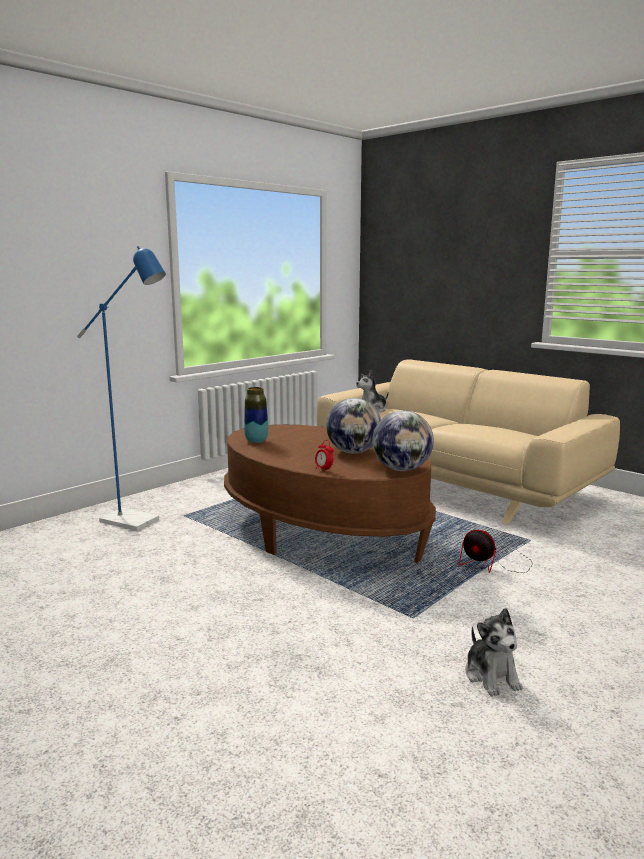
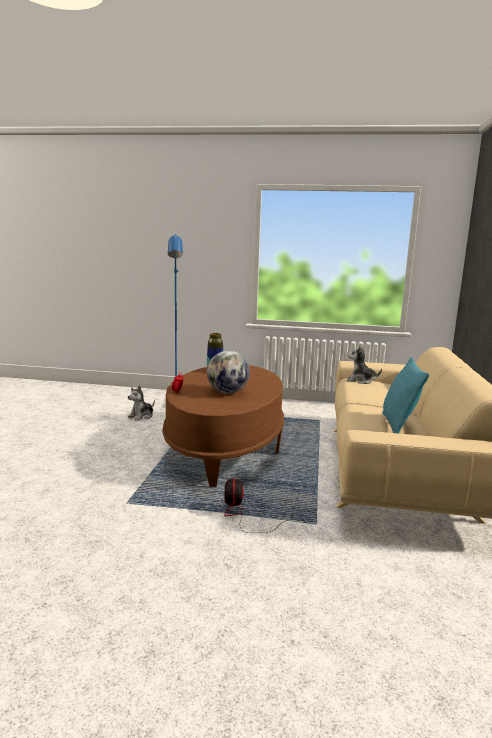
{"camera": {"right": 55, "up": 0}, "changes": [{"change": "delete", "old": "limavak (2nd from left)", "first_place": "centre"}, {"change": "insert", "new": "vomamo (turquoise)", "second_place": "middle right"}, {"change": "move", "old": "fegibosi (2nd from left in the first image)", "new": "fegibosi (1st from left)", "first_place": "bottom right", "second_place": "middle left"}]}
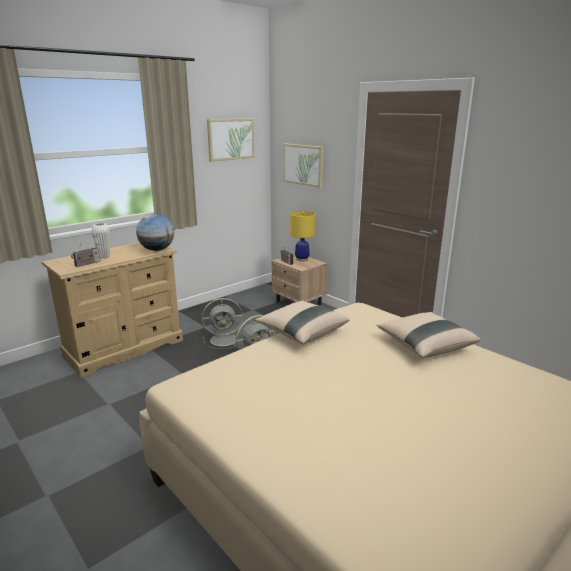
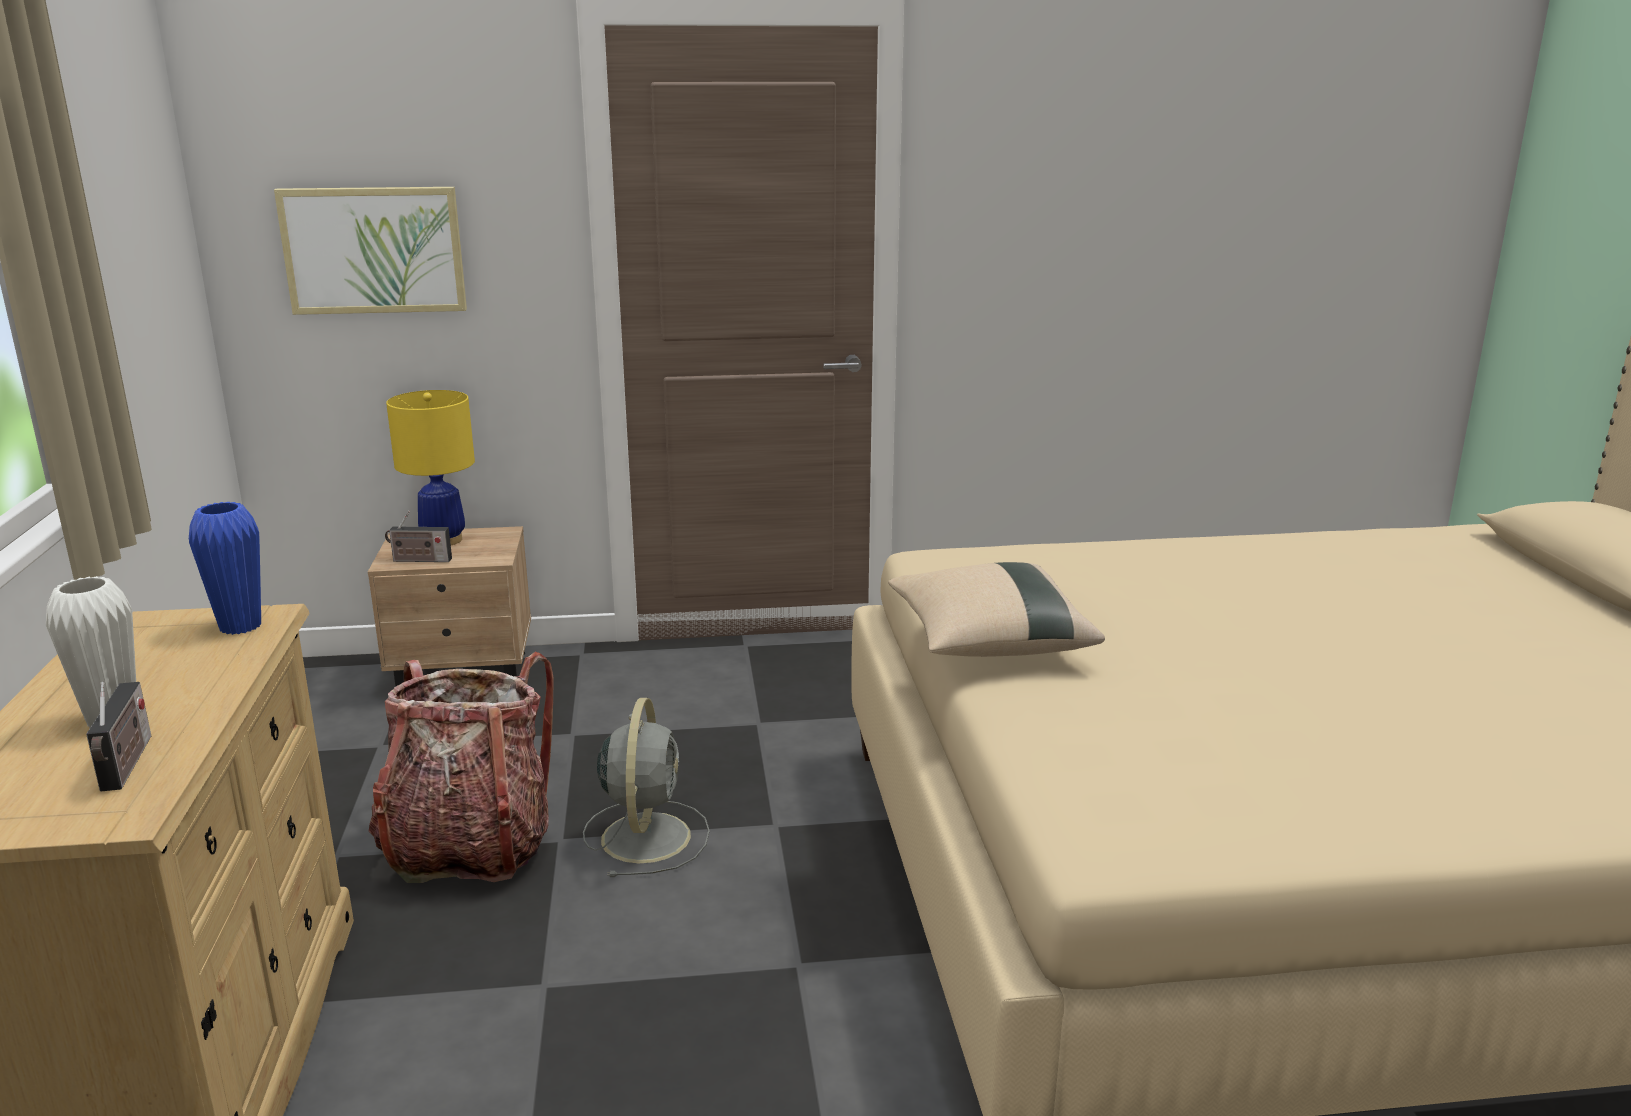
{"camera": {"right": -55, "up": 0}, "changes": [{"change": "delete", "old": "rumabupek (1st from left)", "first_place": "top centre"}, {"change": "delete", "old": "vomamo (beige) (2nd from left)", "first_place": "middle right"}, {"change": "replace", "old": "limavak", "new": "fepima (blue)", "first_place": "middle left", "second_place": "middle left"}, {"change": "replace", "old": "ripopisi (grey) (1st from left)", "new": "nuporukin", "first_place": "centre", "second_place": "bottom left"}]}
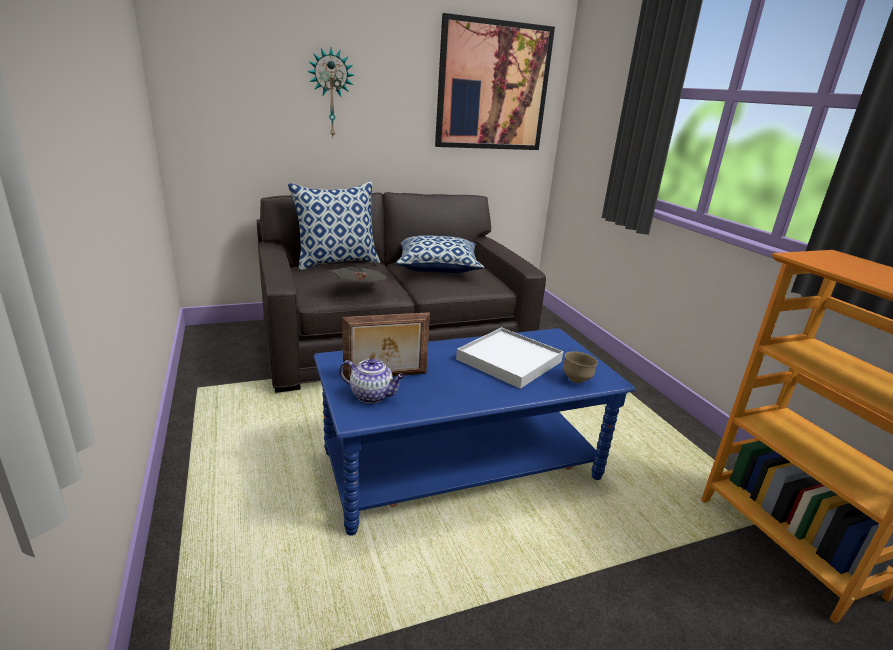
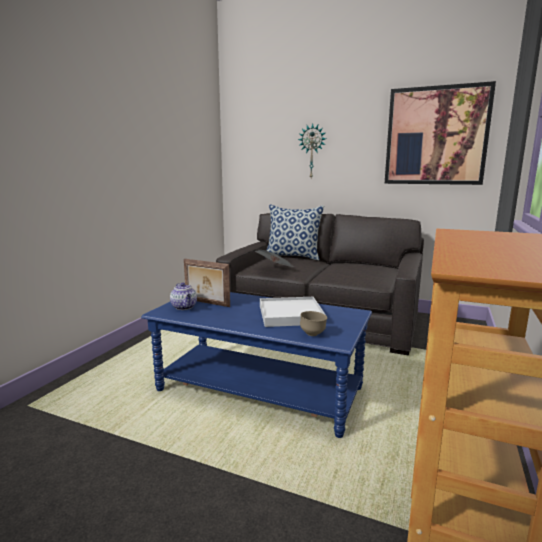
{"camera": {"right": 45, "up": -10}, "changes": [{"change": "delete", "old": "vomamo (2nd from left)", "first_place": "centre"}]}
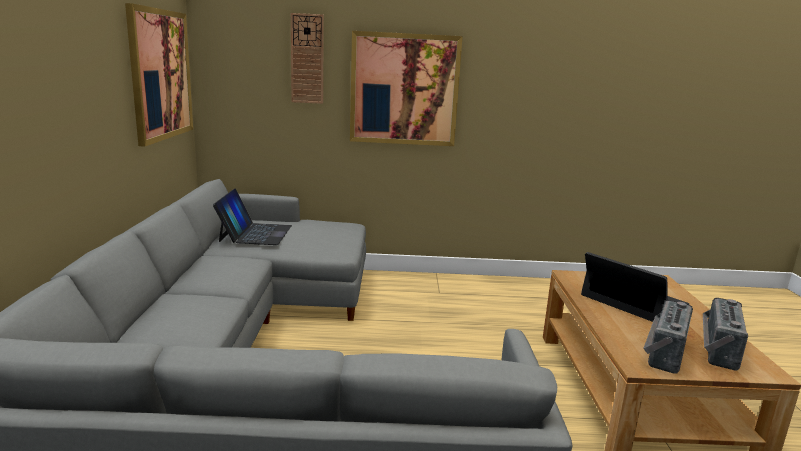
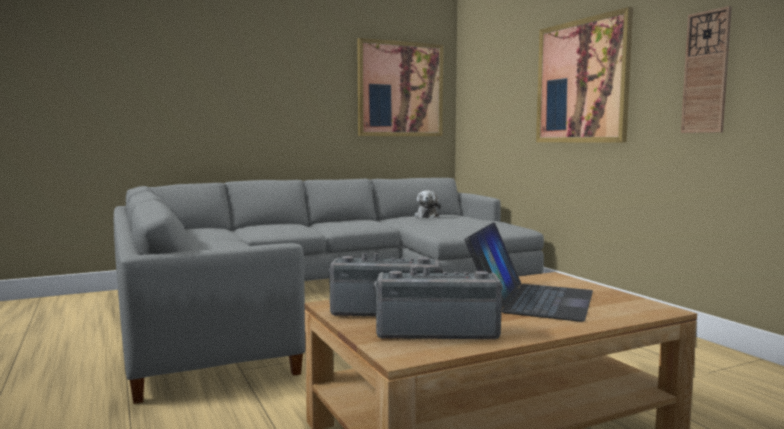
{"camera": {"right": 65, "up": -10}, "changes": [{"change": "move", "old": "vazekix", "first_place": "top centre", "second_place": "top right"}, {"change": "replace", "old": "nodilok (1st from left)", "new": "fegibosi", "first_place": "middle left", "second_place": "centre"}]}
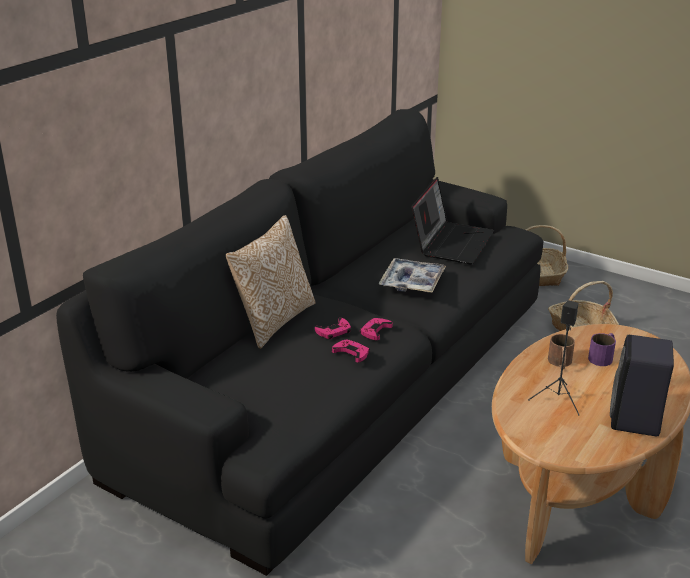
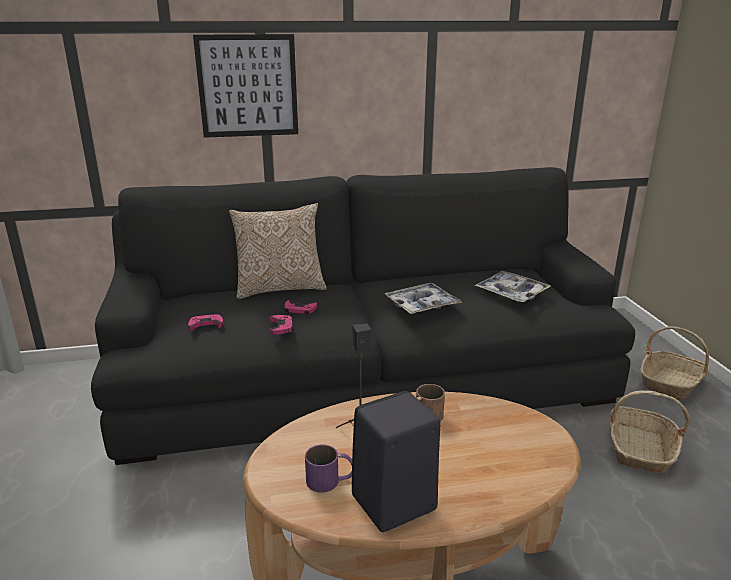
{"camera": {"right": 45, "up": -5}, "changes": [{"change": "insert", "new": "rumabupek", "second_place": "top centre"}, {"change": "move", "old": "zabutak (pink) (3rd from left in the first image)", "new": "zabutak (pink) (1st from left)", "first_place": "centre", "second_place": "middle left"}, {"change": "move", "old": "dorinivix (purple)", "first_place": "middle right", "second_place": "bottom centre"}, {"change": "replace", "old": "nodilok", "new": "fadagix (2nd from left)", "first_place": "centre", "second_place": "middle right"}]}
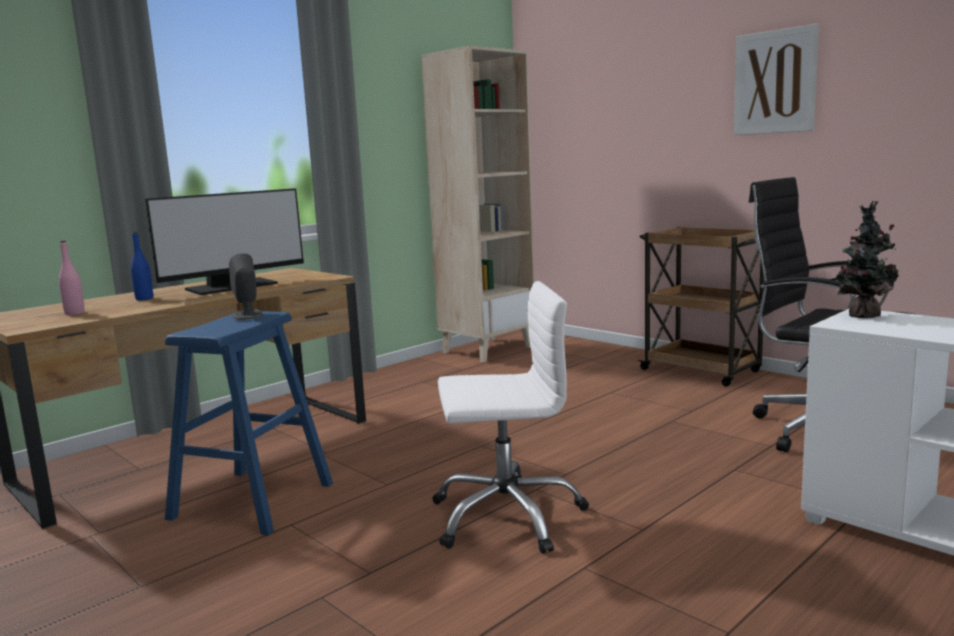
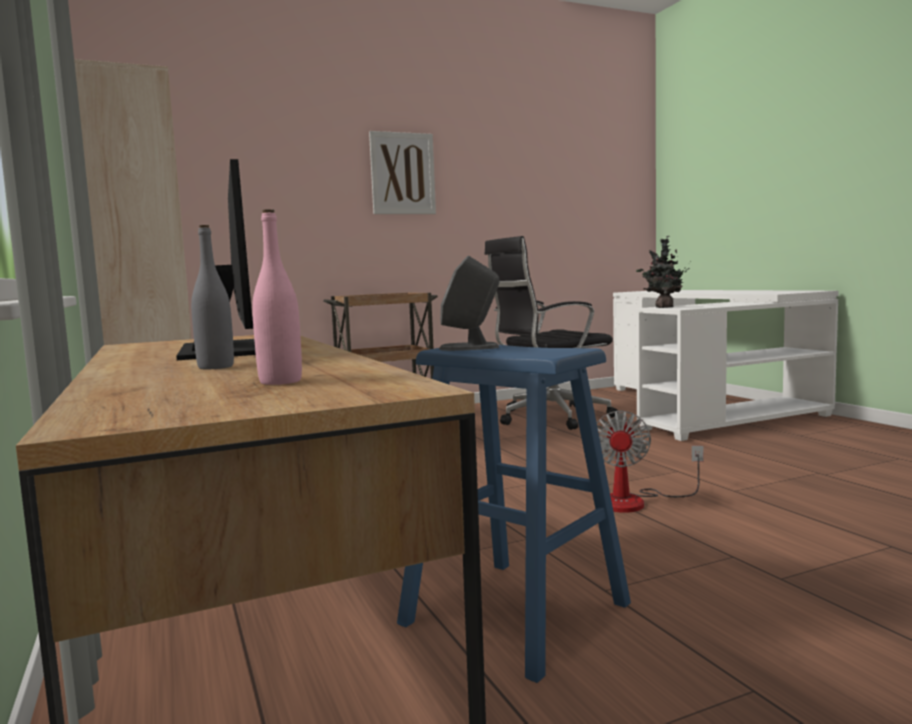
{"camera": {"right": -70, "up": -5}, "changes": [{"change": "replace", "old": "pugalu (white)", "new": "ripopisi", "first_place": "centre", "second_place": "middle right"}, {"change": "recolor", "old": "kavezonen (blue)", "new": "kavezonen (grey)", "first_place": "middle left", "second_place": "middle left"}]}
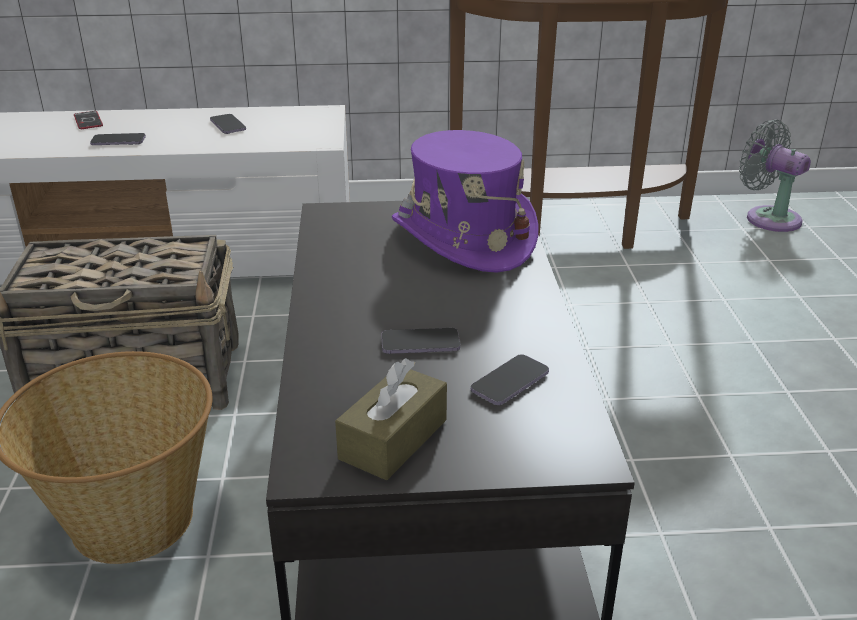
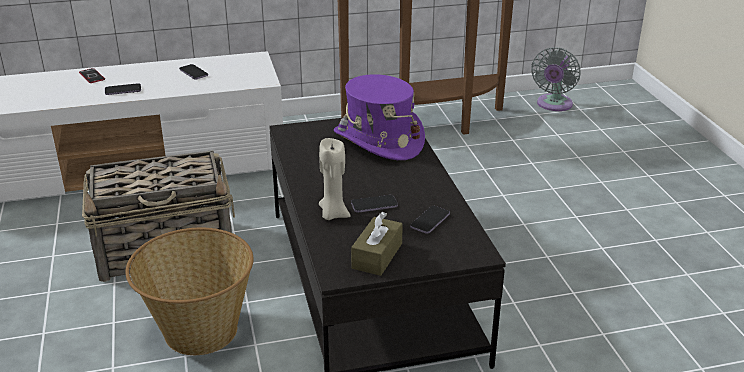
{"camera": {"right": -10, "up": 0}, "changes": [{"change": "insert", "new": "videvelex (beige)", "second_place": "centre"}, {"change": "rotate", "old": "ripopisi (grey)", "first_place": "top right", "second_place": "top right", "degrees": -105}]}
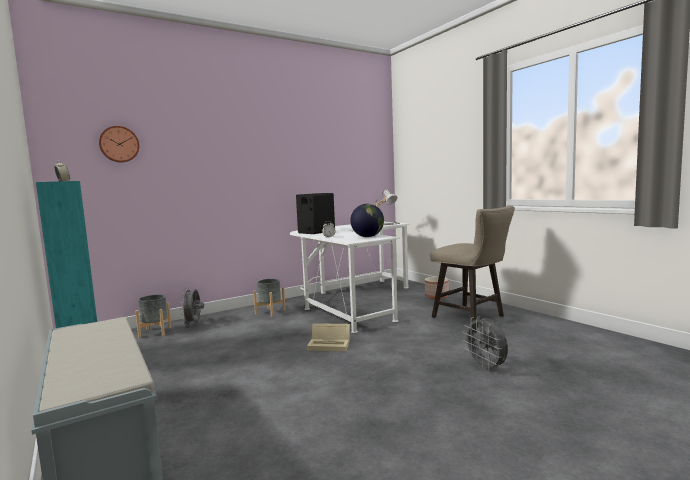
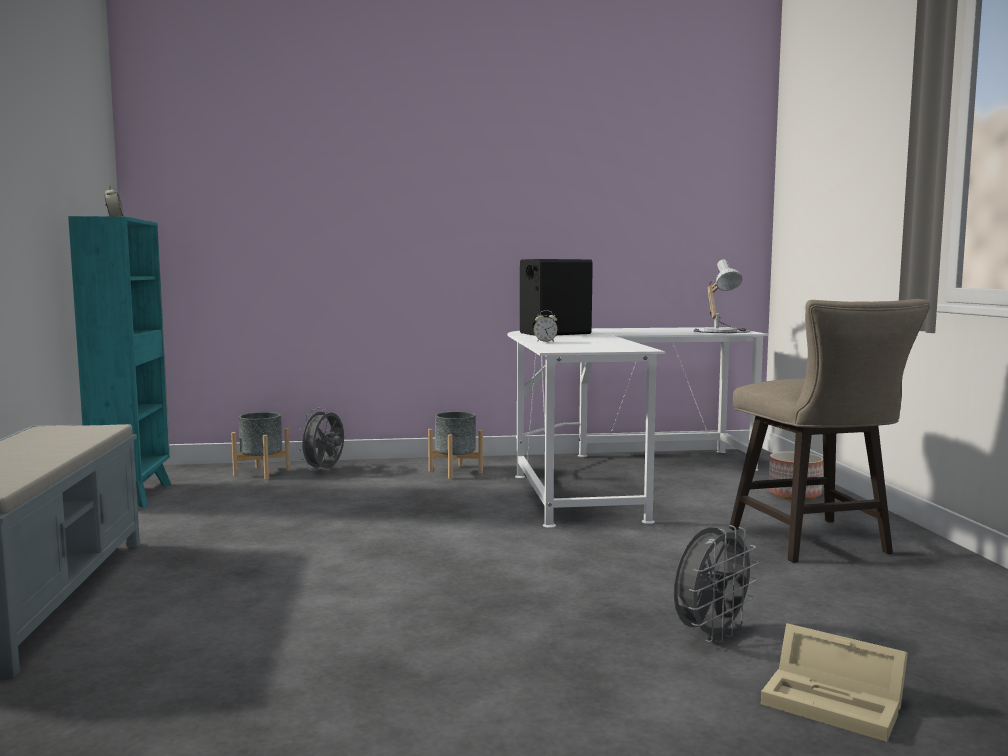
{"camera": {"right": 25, "up": 0}, "changes": [{"change": "delete", "old": "vazekix", "first_place": "top left"}, {"change": "delete", "old": "limavak", "first_place": "centre"}, {"change": "move", "old": "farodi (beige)", "first_place": "bottom centre", "second_place": "bottom right"}, {"change": "rotate", "old": "ripopisi (grey) (2nd from left)", "first_place": "bottom right", "second_place": "bottom right", "degrees": -135}]}
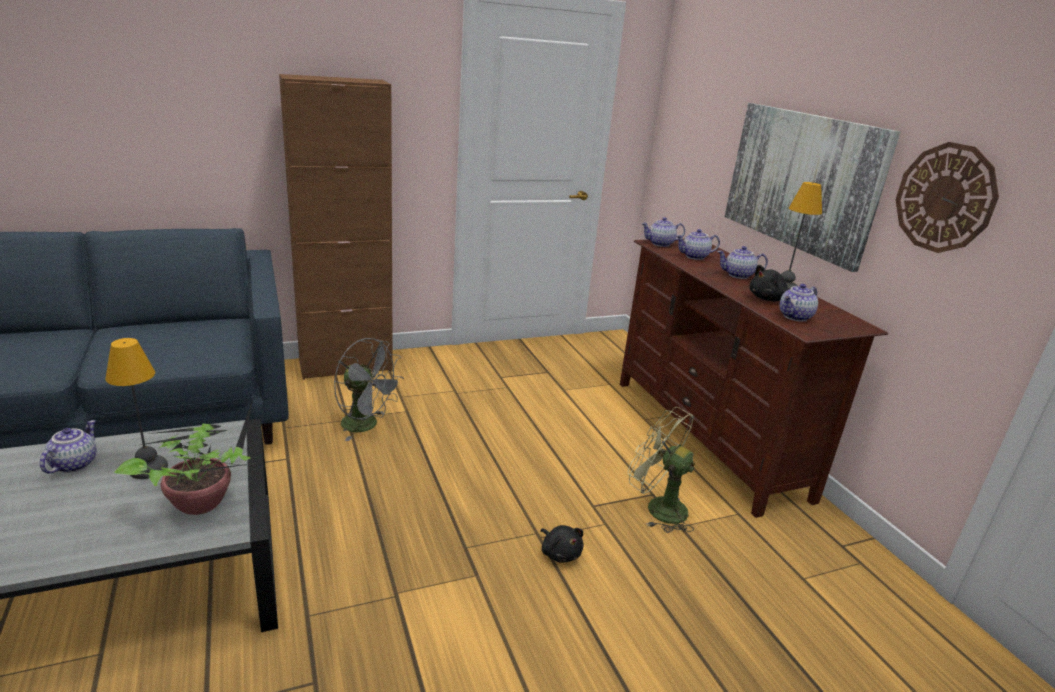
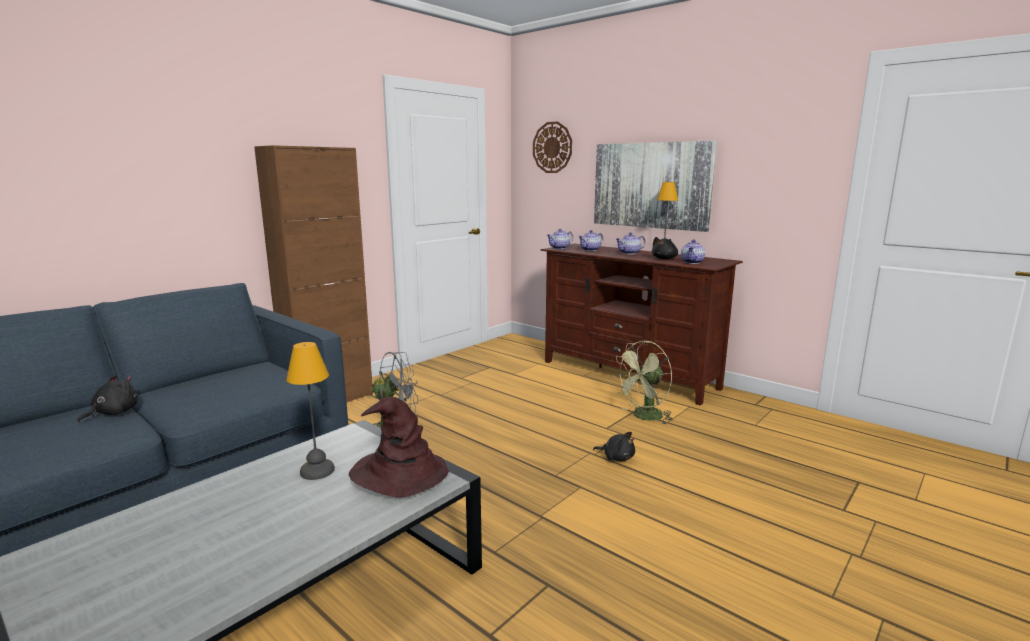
{"camera": {"right": -25, "up": -10}, "changes": [{"change": "delete", "old": "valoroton (1st from left)", "first_place": "middle left"}, {"change": "insert", "new": "fegibosi (black) (1st from left)", "second_place": "middle left"}, {"change": "move", "old": "vazekix", "first_place": "top right", "second_place": "top centre"}, {"change": "replace", "old": "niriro", "new": "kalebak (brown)", "first_place": "middle left", "second_place": "bottom centre"}, {"change": "rotate", "old": "ripopisi (green)", "first_place": "bottom centre", "second_place": "centre", "degrees": -45}]}
